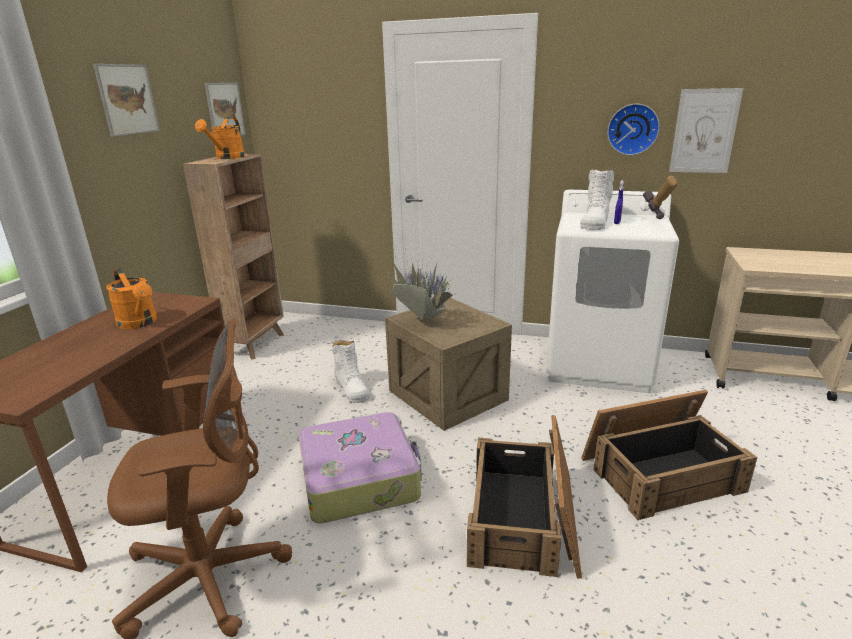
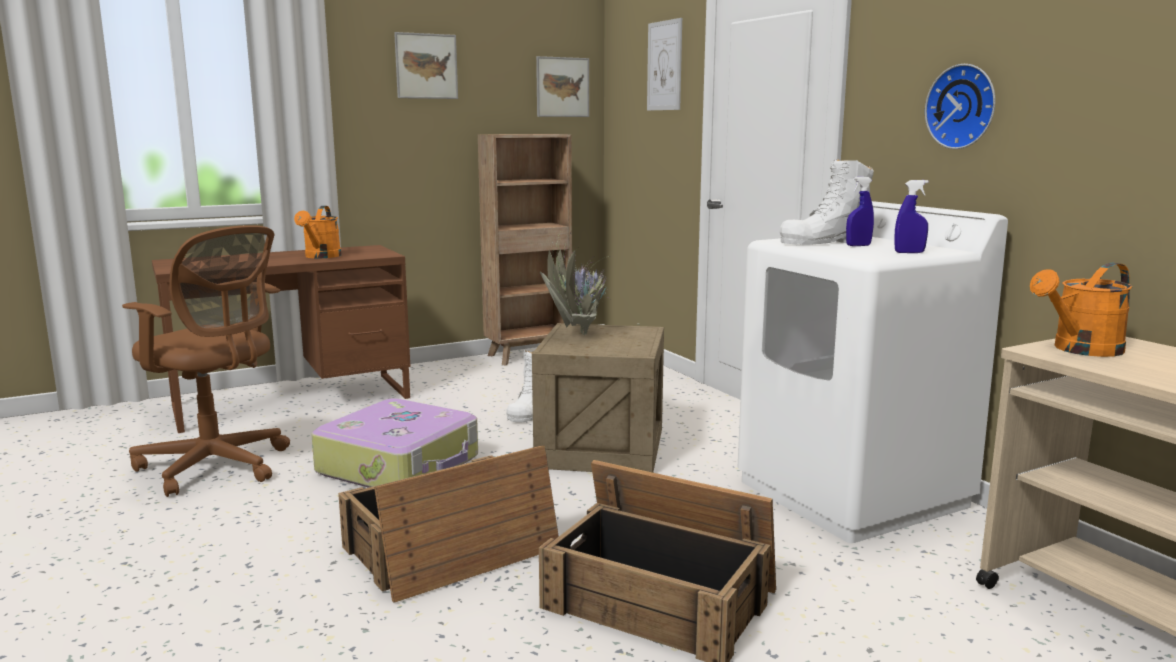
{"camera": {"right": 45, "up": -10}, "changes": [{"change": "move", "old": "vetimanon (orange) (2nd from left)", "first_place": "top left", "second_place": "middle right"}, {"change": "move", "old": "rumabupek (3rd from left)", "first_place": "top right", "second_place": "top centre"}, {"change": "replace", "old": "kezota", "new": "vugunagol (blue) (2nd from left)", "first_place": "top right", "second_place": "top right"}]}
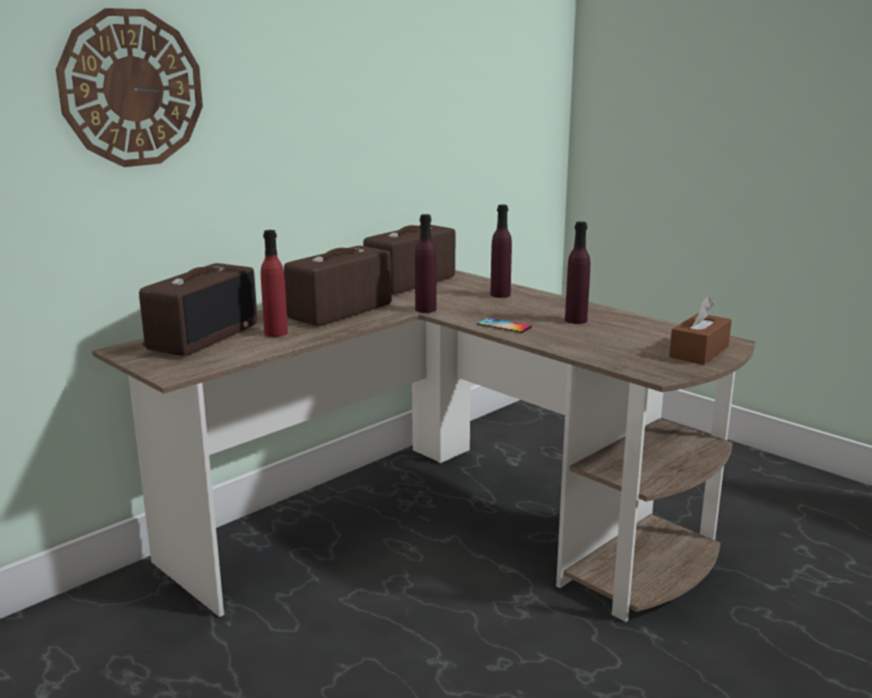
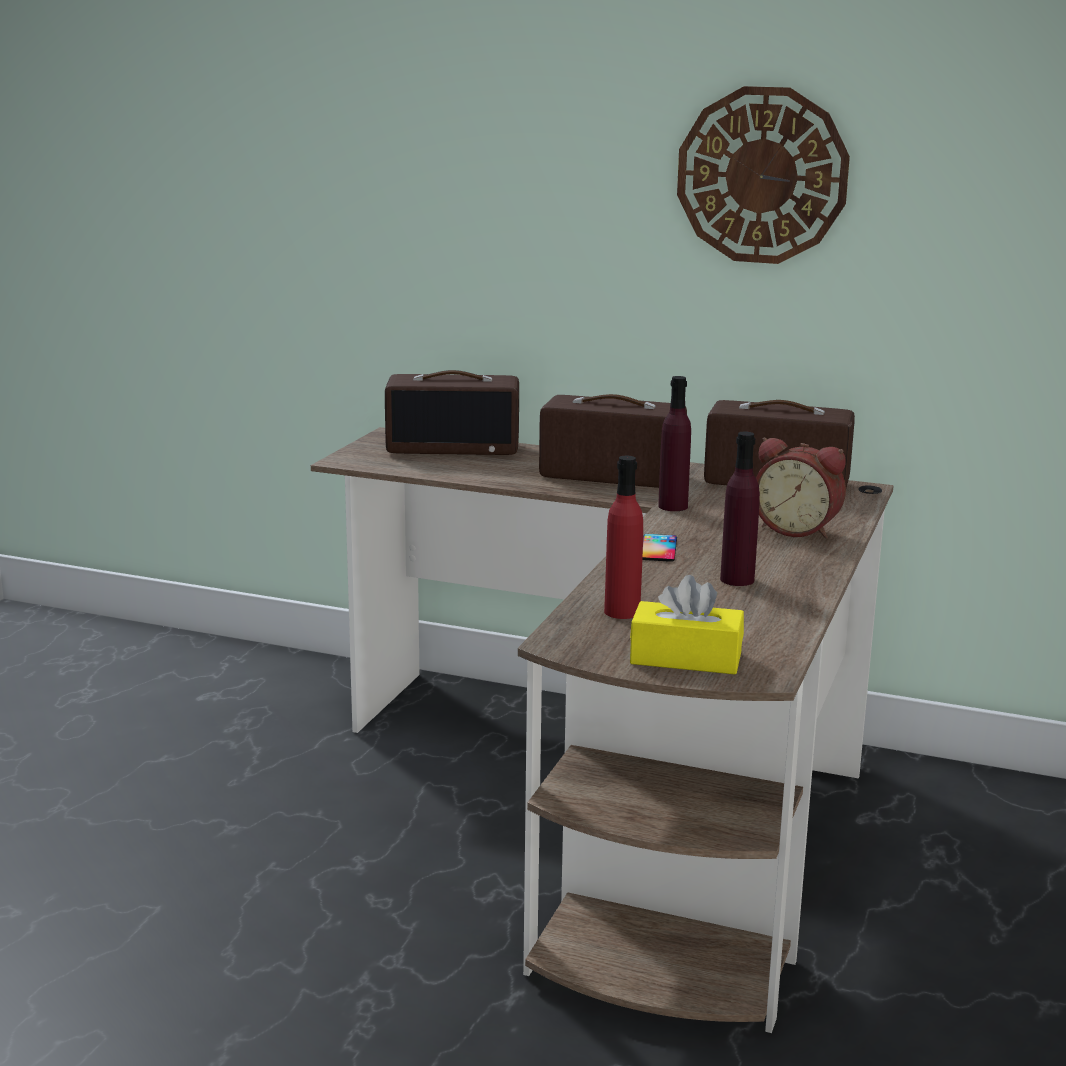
{"camera": {"right": 65, "up": 0}, "changes": [{"change": "move", "old": "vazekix", "first_place": "top left", "second_place": "top right"}, {"change": "move", "old": "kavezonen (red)", "first_place": "middle left", "second_place": "centre"}, {"change": "replace", "old": "kavezonen (purple) (2nd from left)", "new": "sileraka", "first_place": "centre", "second_place": "middle right"}, {"change": "recolor", "old": "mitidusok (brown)", "new": "mitidusok (yellow)", "first_place": "middle right", "second_place": "centre"}]}
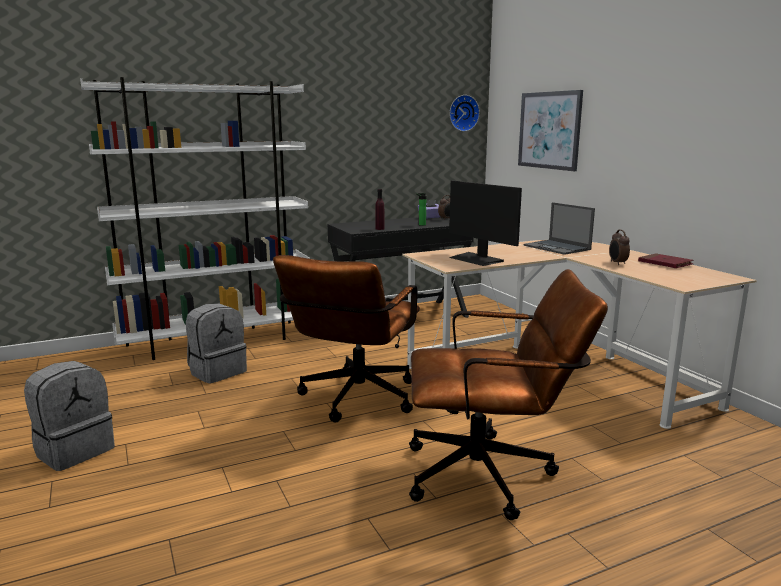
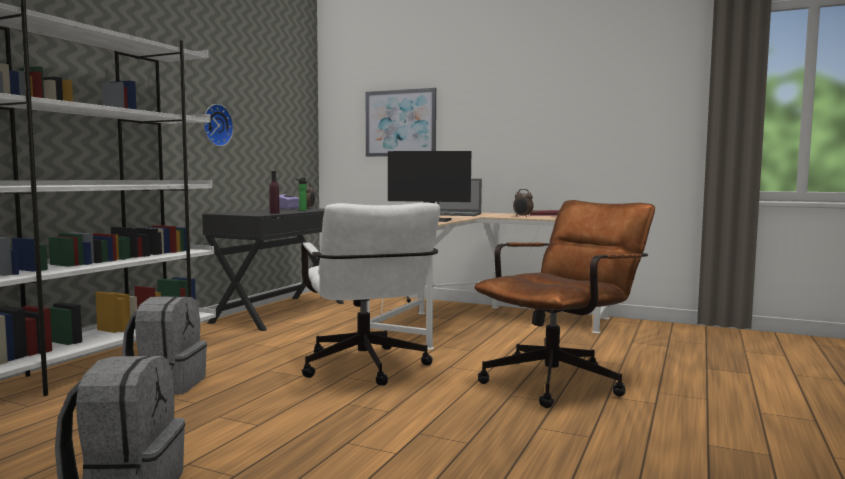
{"camera": {"right": -40, "up": -10}, "changes": [{"change": "move", "old": "vazekix", "first_place": "top centre", "second_place": "top left"}, {"change": "recolor", "old": "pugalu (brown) (1st from left)", "new": "pugalu (white)", "first_place": "centre", "second_place": "centre"}]}
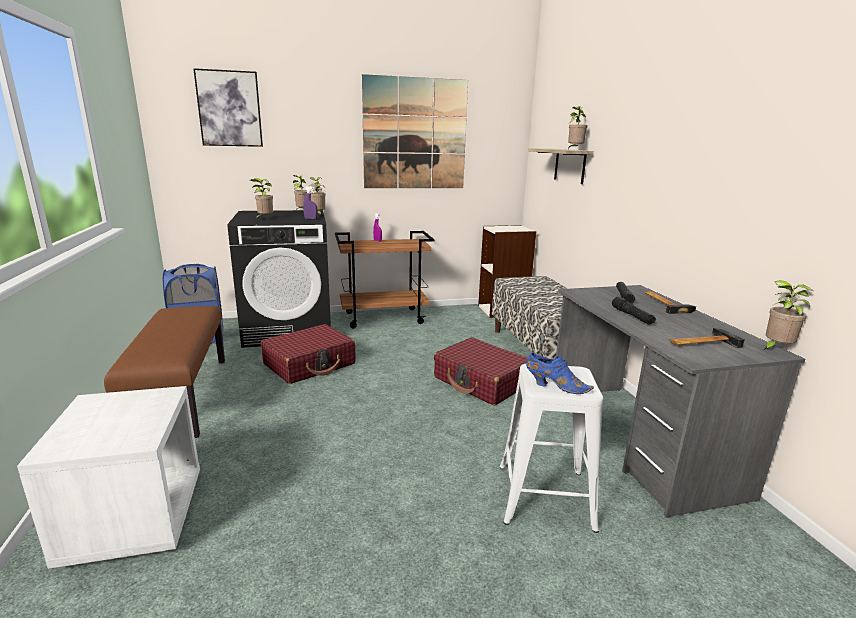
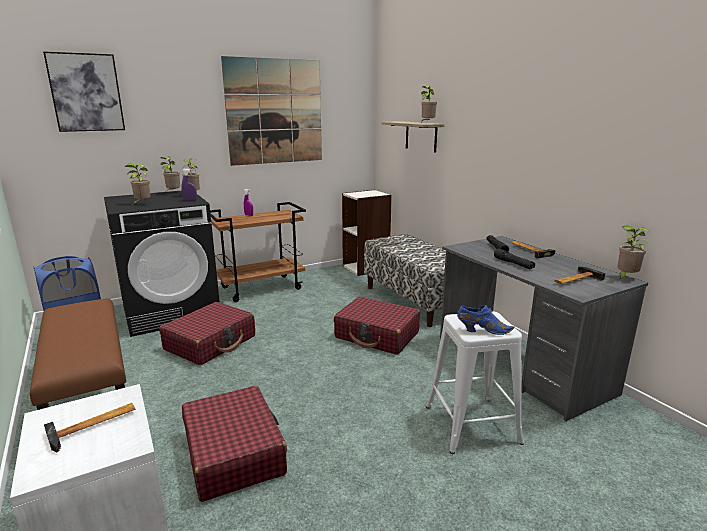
{"camera": {"right": -15, "up": 0}, "changes": [{"change": "insert", "new": "kezota (1st from left)", "second_place": "bottom left"}, {"change": "insert", "new": "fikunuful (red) (2nd from left)", "second_place": "bottom left"}]}
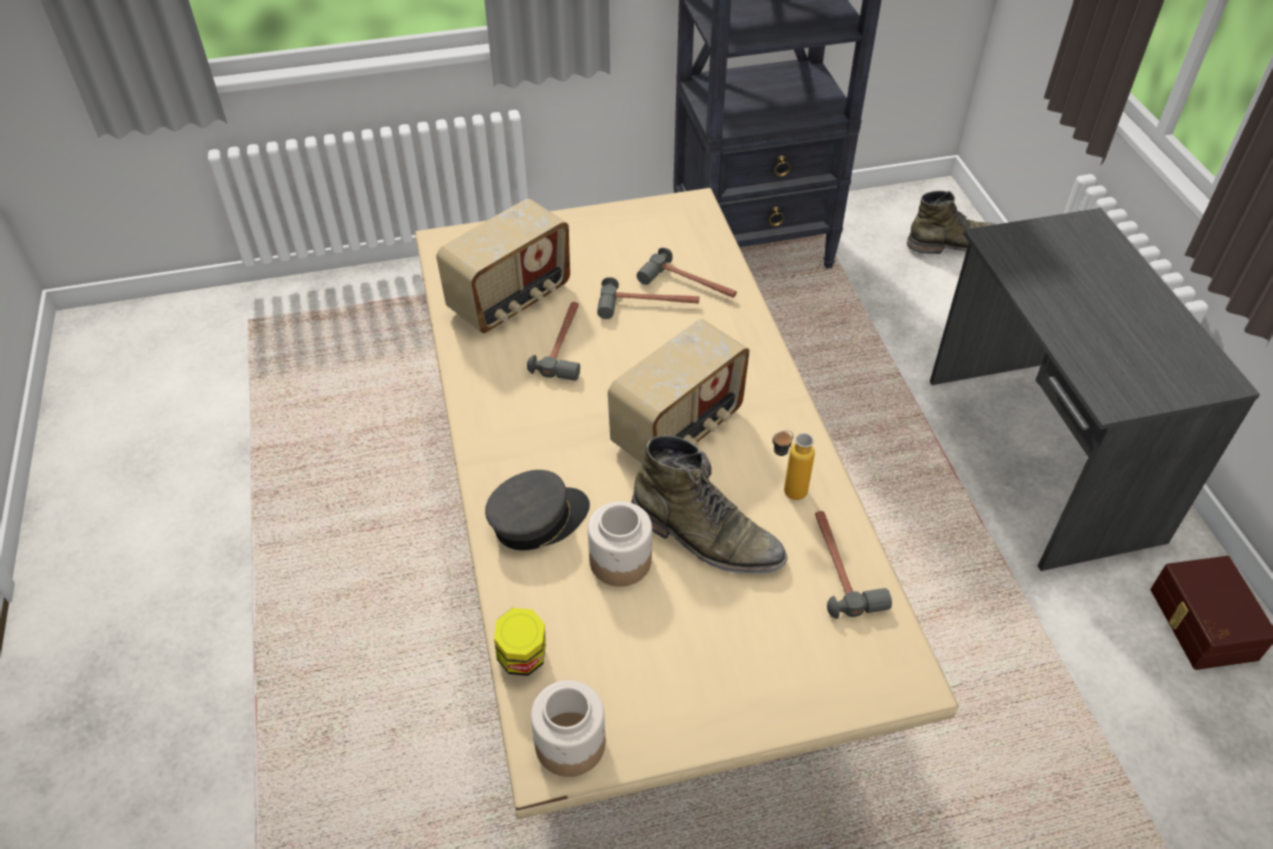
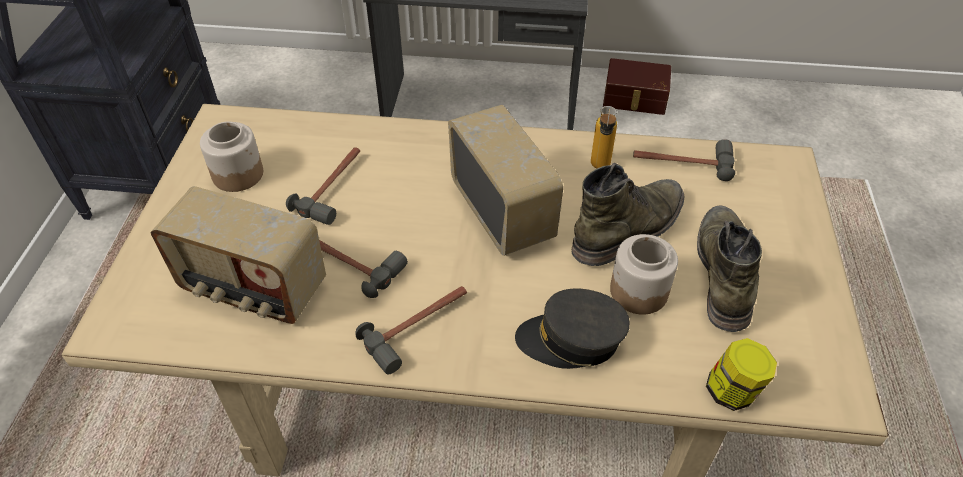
{"camera": {"right": -70, "up": 0}, "changes": [{"change": "move", "old": "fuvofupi (2nd from left in the first image)", "new": "fuvofupi (1st from left)", "first_place": "bottom centre", "second_place": "top left"}, {"change": "move", "old": "kezota (3rd from left)", "first_place": "top centre", "second_place": "bottom centre"}, {"change": "move", "old": "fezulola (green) (2nd from left)", "first_place": "top right", "second_place": "middle right"}, {"change": "rotate", "old": "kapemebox (1st from left)", "first_place": "top centre", "second_place": "middle left", "degrees": 135}, {"change": "rotate", "old": "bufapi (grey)", "first_place": "centre", "second_place": "bottom centre", "degrees": -75}]}
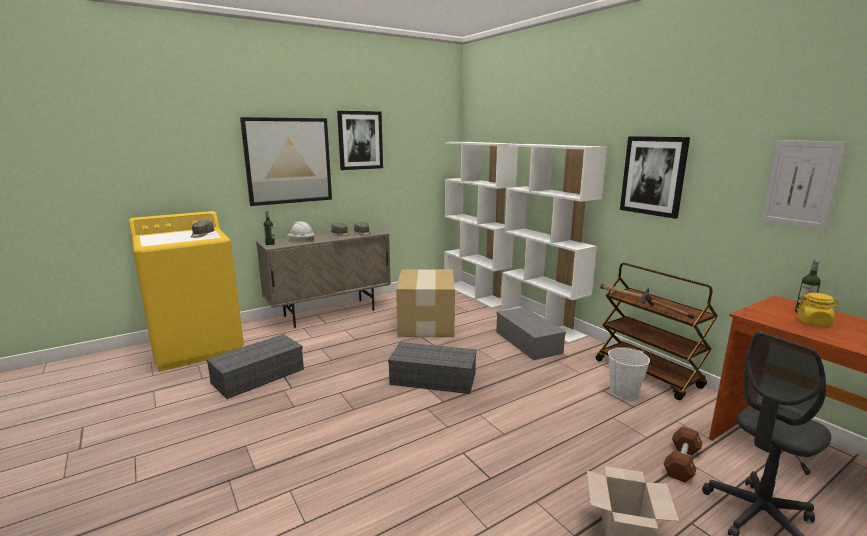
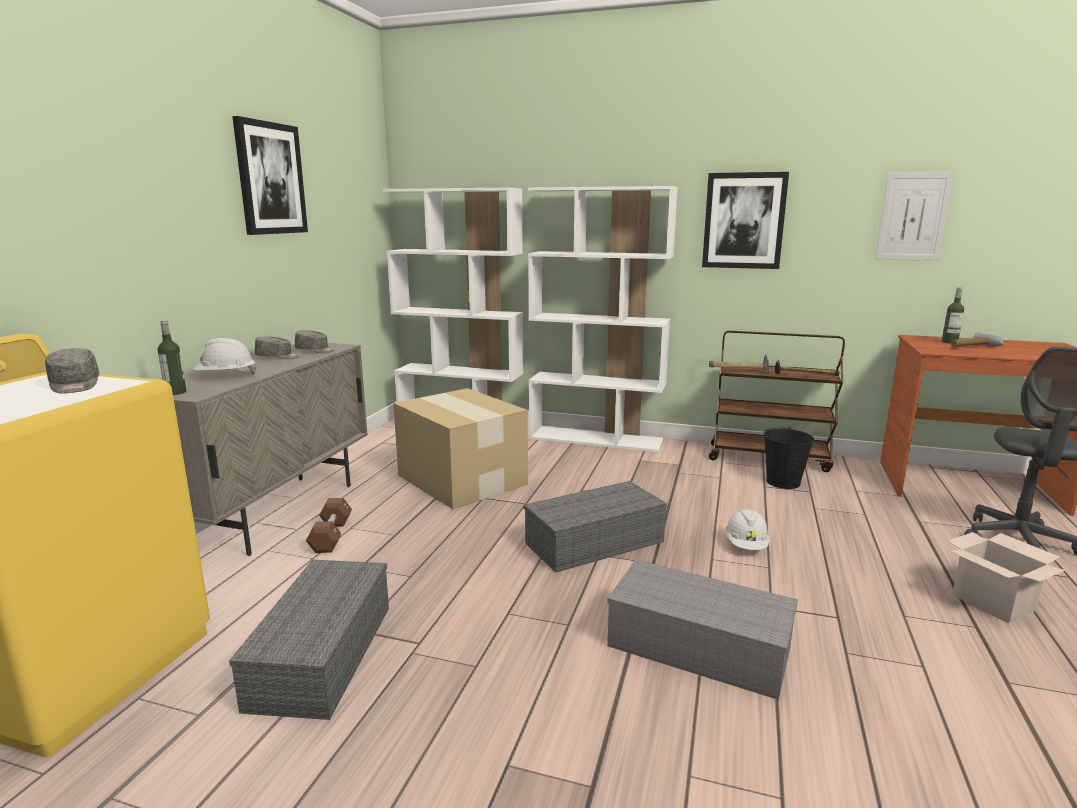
{"camera": {"right": -40, "up": 0}, "changes": [{"change": "delete", "old": "rumabupek (1st from left)", "first_place": "top left"}, {"change": "insert", "new": "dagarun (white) (2nd from left)", "second_place": "middle right"}, {"change": "move", "old": "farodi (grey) (3rd from left)", "first_place": "centre", "second_place": "bottom centre"}, {"change": "move", "old": "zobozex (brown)", "first_place": "bottom right", "second_place": "middle left"}, {"change": "replace", "old": "fuvofupi (yellow)", "new": "kezota (3rd from left)", "first_place": "middle right", "second_place": "middle right"}, {"change": "recolor", "old": "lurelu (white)", "new": "lurelu (black)", "first_place": "bottom right", "second_place": "middle right"}]}
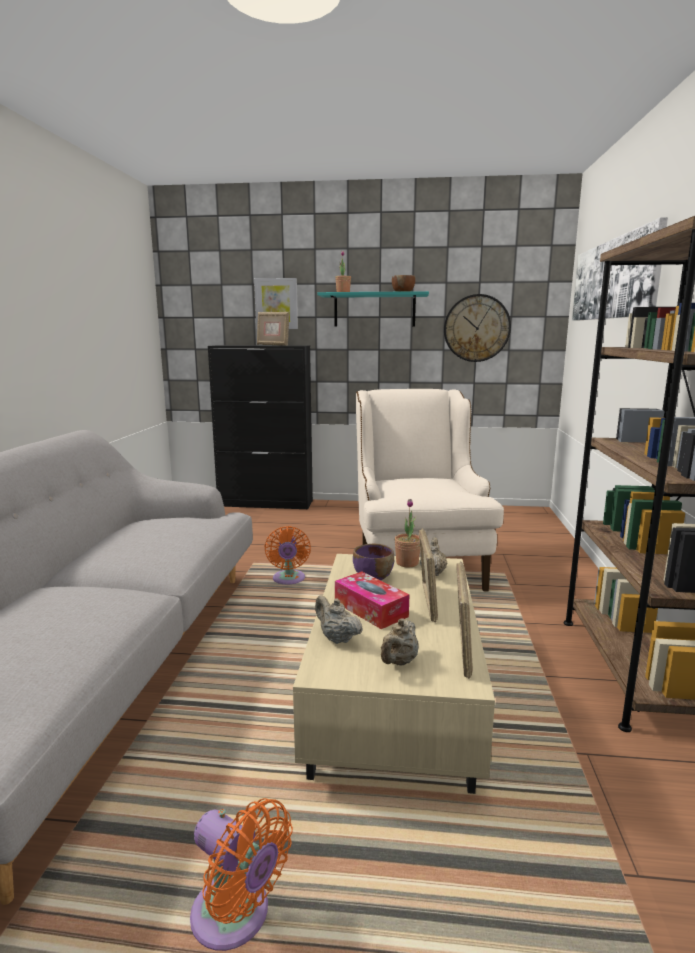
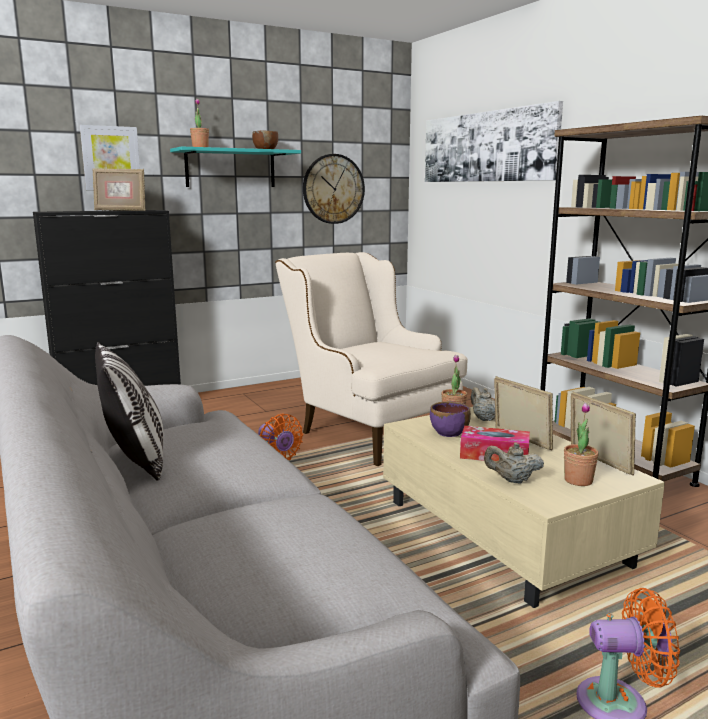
{"camera": {"right": -35, "up": 0}, "changes": [{"change": "insert", "new": "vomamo", "second_place": "middle left"}, {"change": "replace", "old": "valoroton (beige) (2nd from left)", "new": "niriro (3rd from left)", "first_place": "bottom centre", "second_place": "middle right"}]}
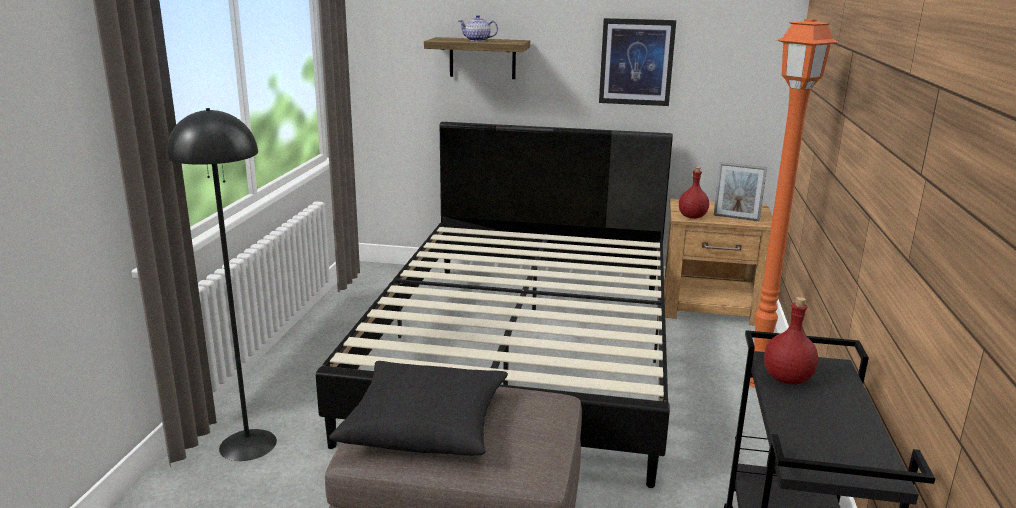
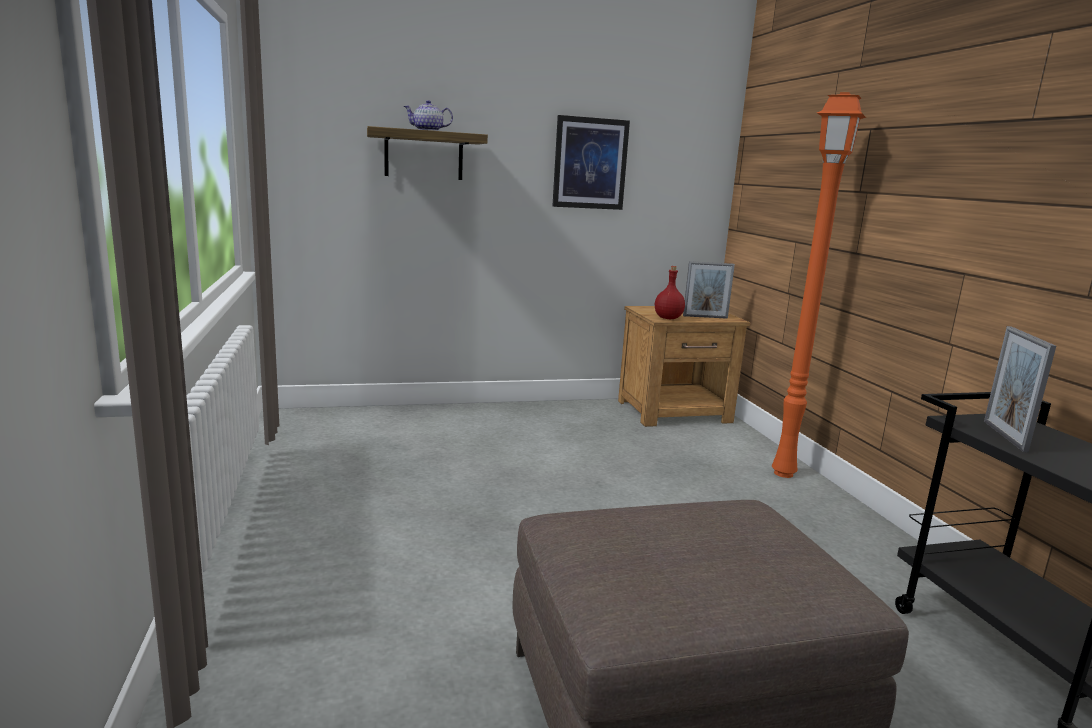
{"camera": {"right": -25, "up": -5}, "changes": [{"change": "delete", "old": "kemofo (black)", "first_place": "middle left"}, {"change": "delete", "old": "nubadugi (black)", "first_place": "centre"}, {"change": "delete", "old": "vomamo (black)", "first_place": "bottom centre"}, {"change": "replace", "old": "kavezonen (red) (2nd from left)", "new": "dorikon (2nd from left)", "first_place": "bottom right", "second_place": "middle right"}]}
